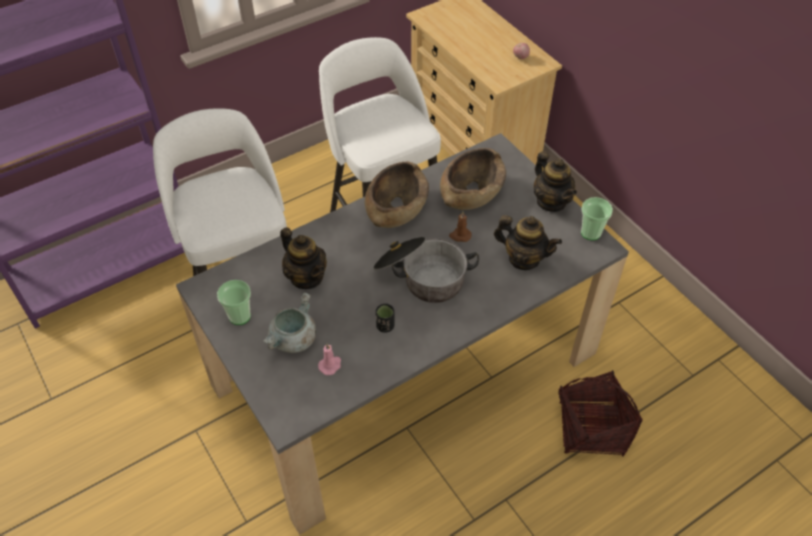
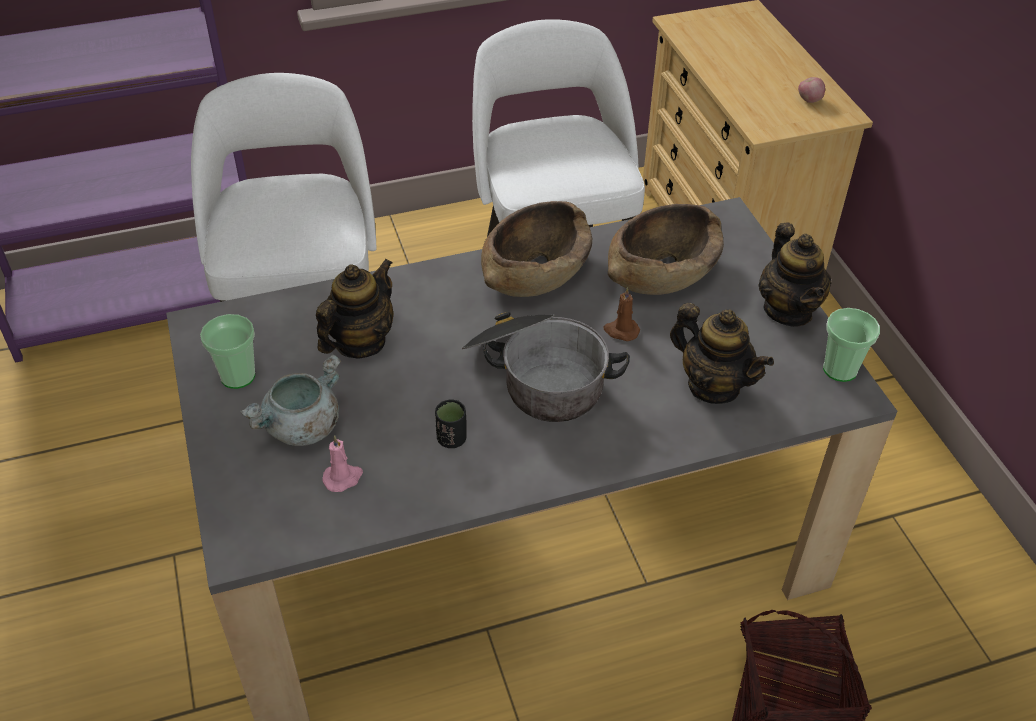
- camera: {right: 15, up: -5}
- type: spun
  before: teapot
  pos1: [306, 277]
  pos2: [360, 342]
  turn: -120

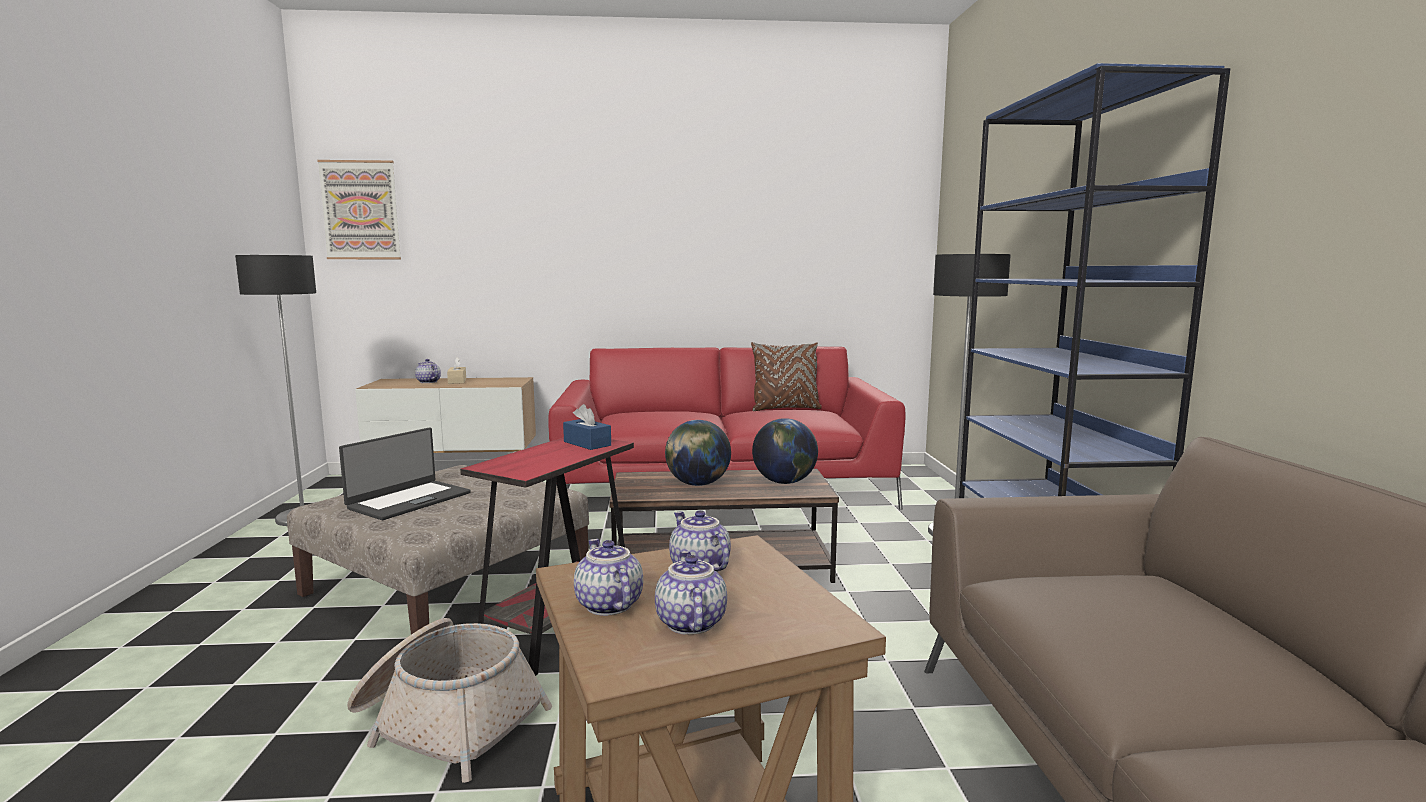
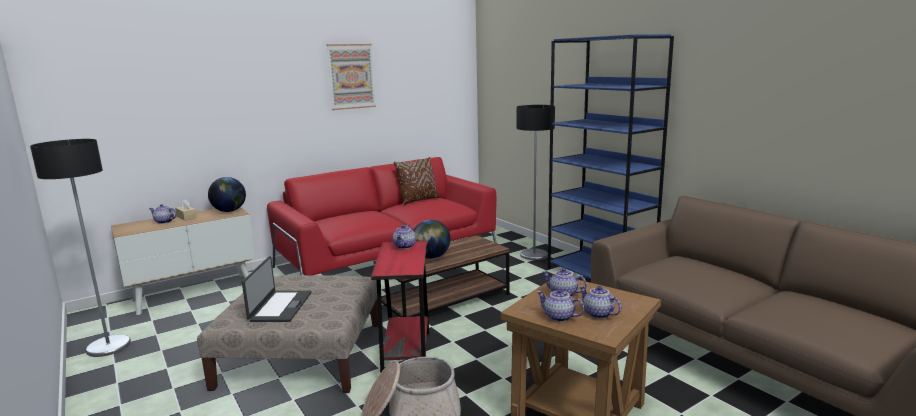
- camera: {right: -30, up: 5}
- type: relocated
  before: picture
  pos1: [360, 210]
  pos2: [351, 76]
- type: exchanged
  before: blue tissue box
  after: teapot
  pos1: [587, 443]
  pos2: [405, 246]
- type: relocated
  before: globe
  pos1: [784, 482]
  pos2: [229, 211]

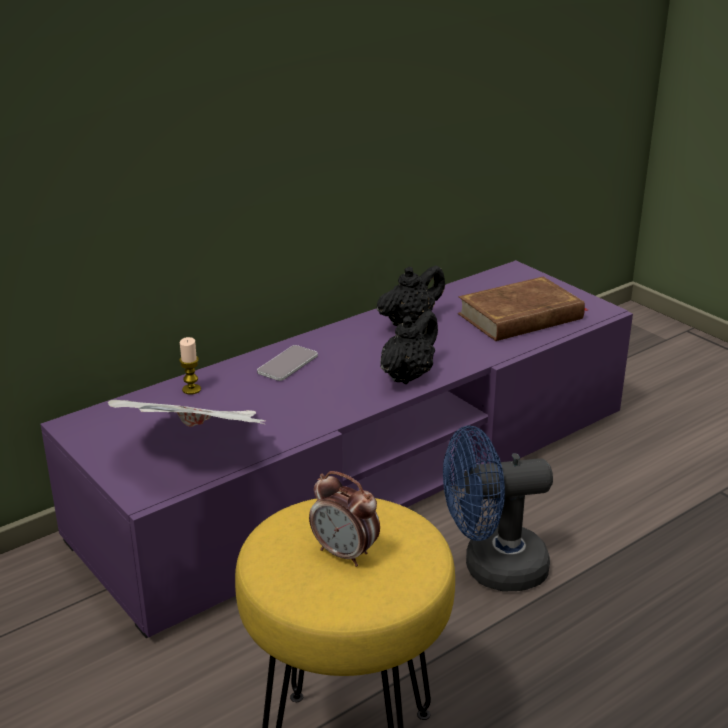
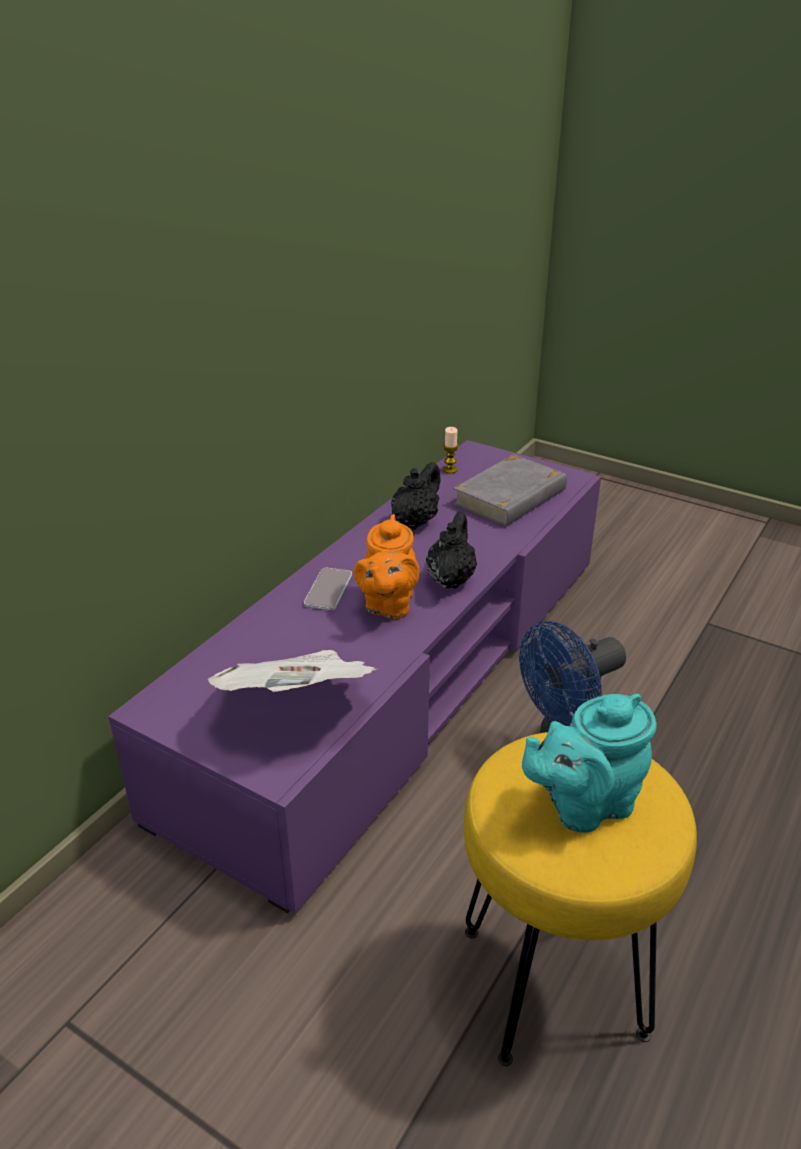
- camera: {right: -20, up: 5}
- type: colour
  before: brown book
  after: grey book
  pos1: [521, 317]
  pos2: [510, 497]
- type: relocated
  before: candle
  pos1: [191, 389]
  pos2: [450, 470]
- type: exchanged
  before: alarm clock
  after: turquoise teapot
  pos1: [345, 554]
  pos2: [583, 805]
- type: appeared
  after: orange teapot
  pos2: [388, 605]

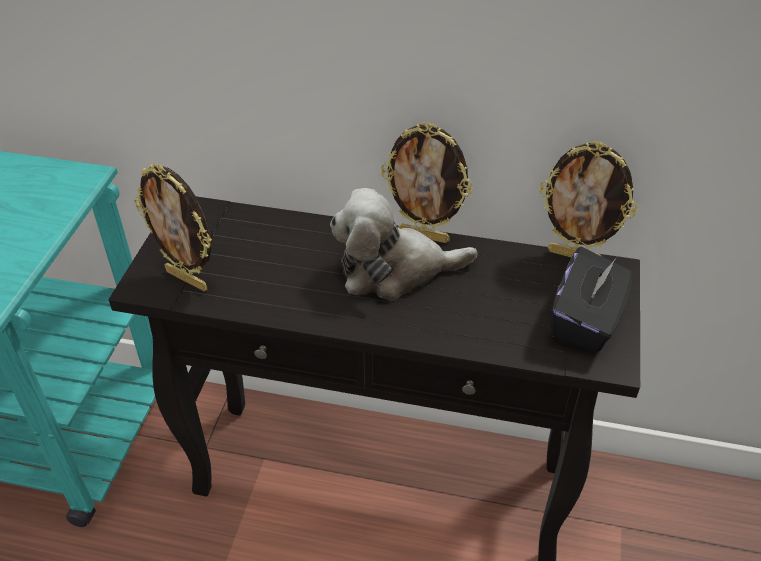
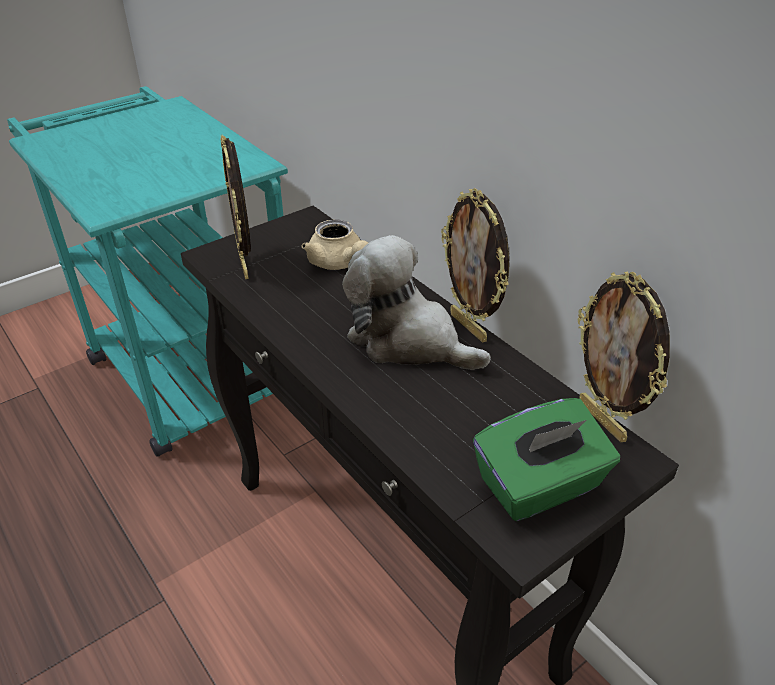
- camera: {right: 40, up: -5}
- type: colour
  before: black tissue box
  after: green tissue box
  pos1: [586, 321]
  pos2: [540, 486]
- type: appeared
  after: beige teapot
  pos2: [339, 263]

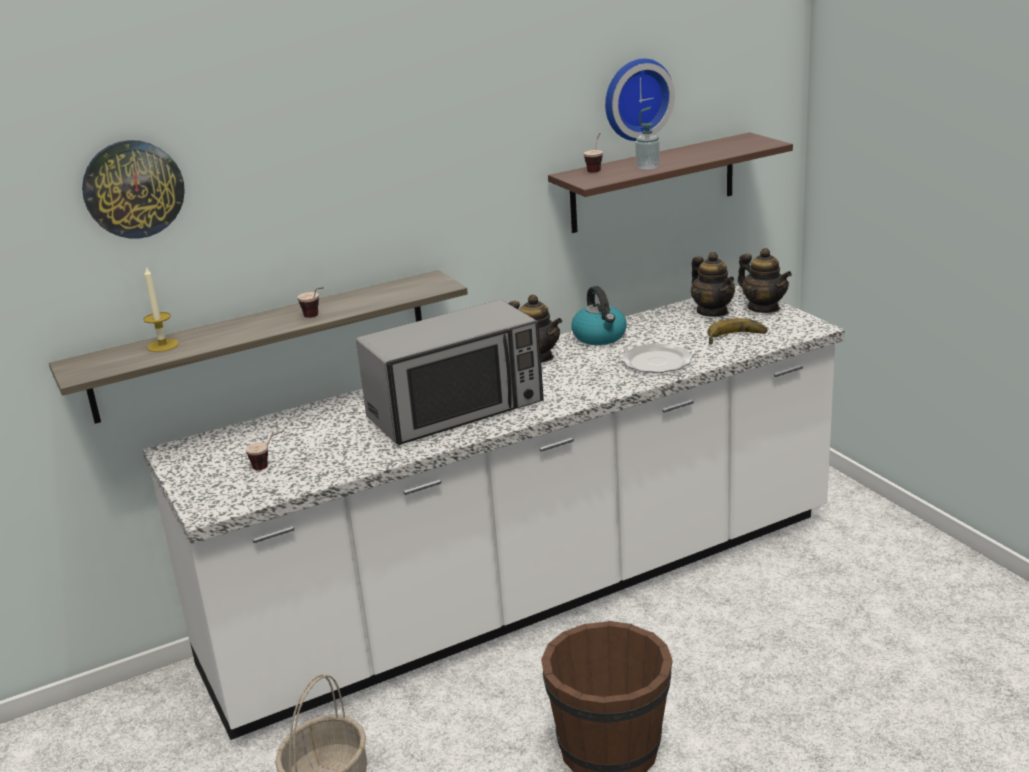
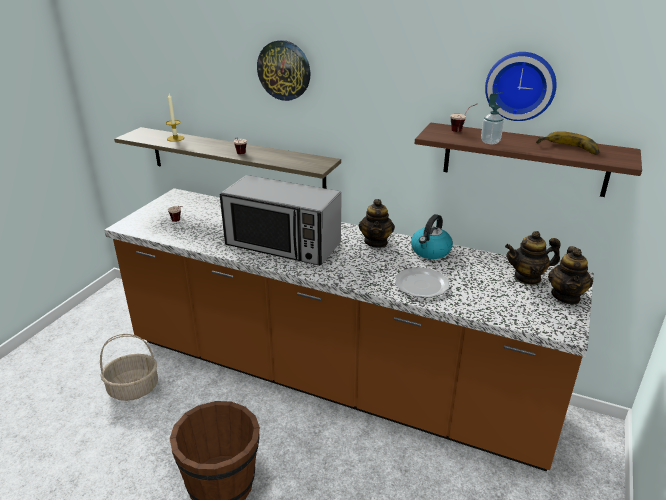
- camera: {right: 50, up: 5}
- type: relocated
  before: wall clock
  pos1: [133, 189]
  pos2: [284, 70]
- type: spun
  before: teapot
  pos1: [712, 312]
  pos2: [527, 277]
  turn: 60
- type: colour
  before: white counter
  after: brown counter
  pos1: [530, 593]
  pos2: [333, 378]
- type: relocated
  before: banana
  pos1: [737, 338]
  pos2: [567, 149]

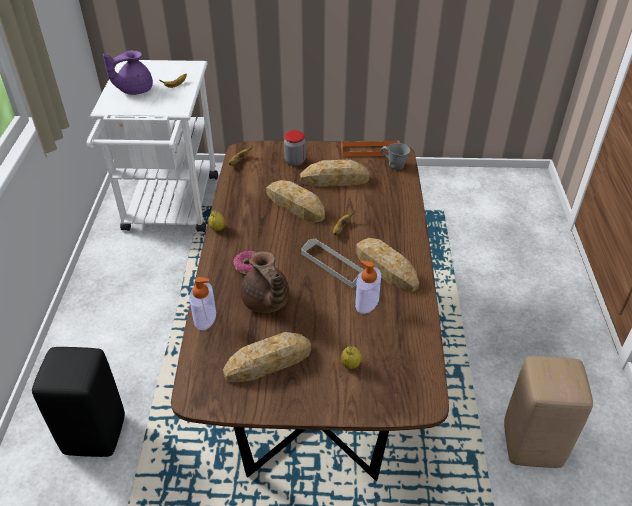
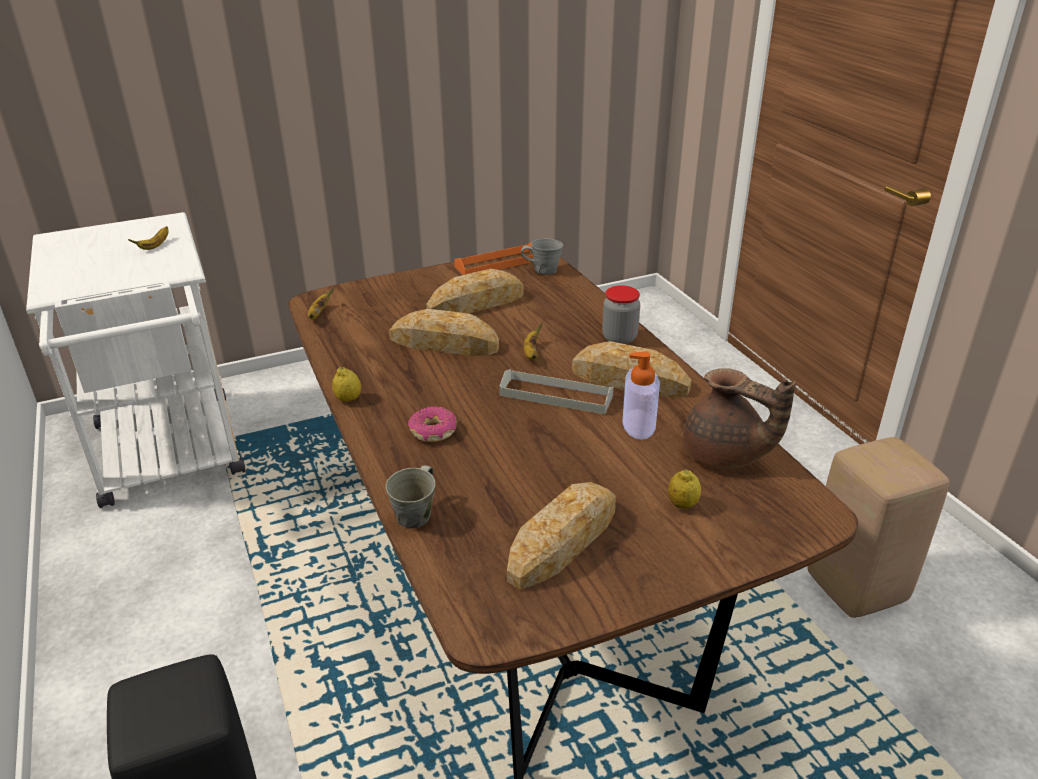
- camera: {right: -25, up: -10}
- type: missing
  before: purple teapot
  pos1: [134, 90]
- type: relocated
  before: jar
  pos1: [295, 161]
  pos2: [619, 338]
- type: relocated
  before: brown teapot
  pos1: [266, 302]
  pos2: [725, 455]
- type: exchanged
  before: soap dispenser
  after: grey mug
  pos1: [205, 317]
  pos2: [415, 515]

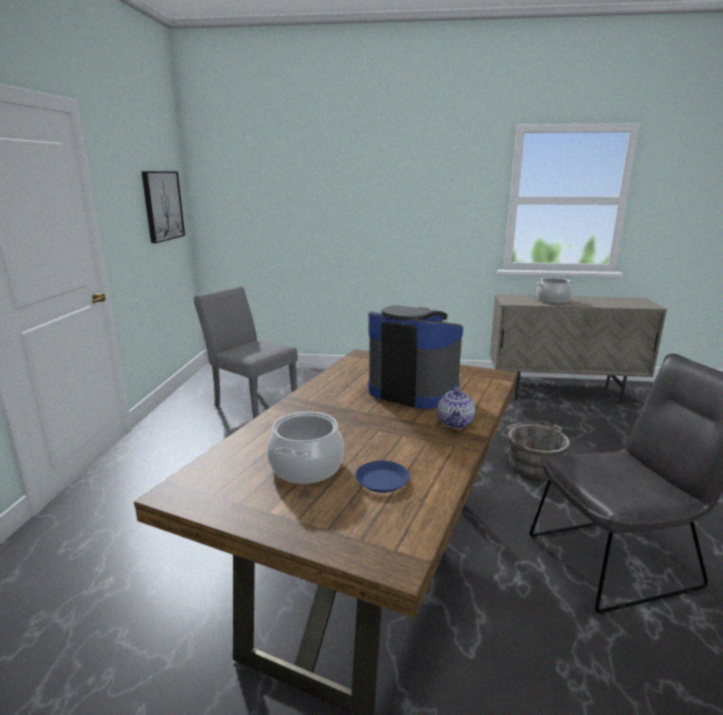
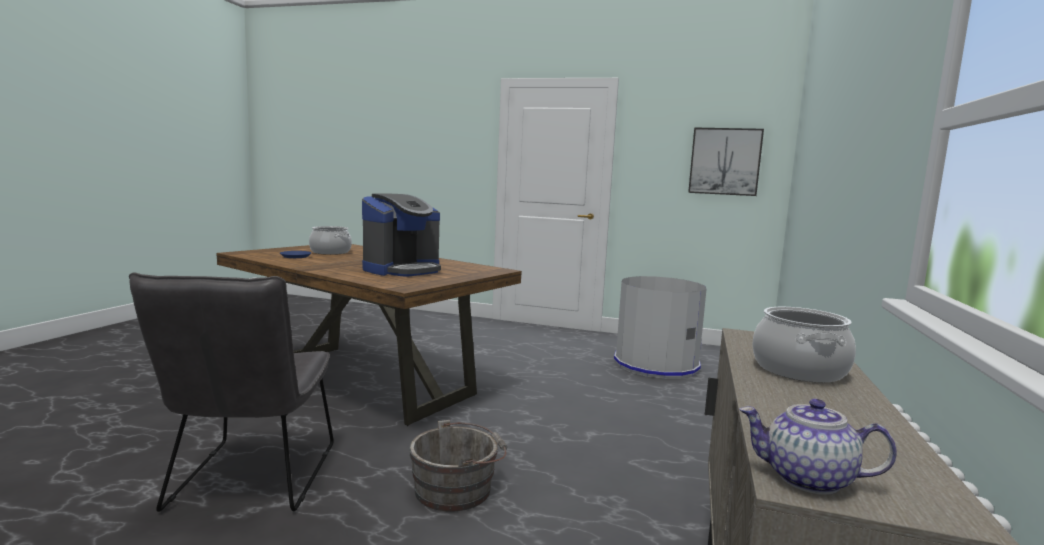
- camera: {right: 100, up: -10}
- type: exchanged
  before: grey chair
  after: grey trash can
  pos1: [251, 403]
  pos2: [656, 364]
- type: relocated
  before: teapot
  pos1: [456, 423]
  pos2: [807, 479]

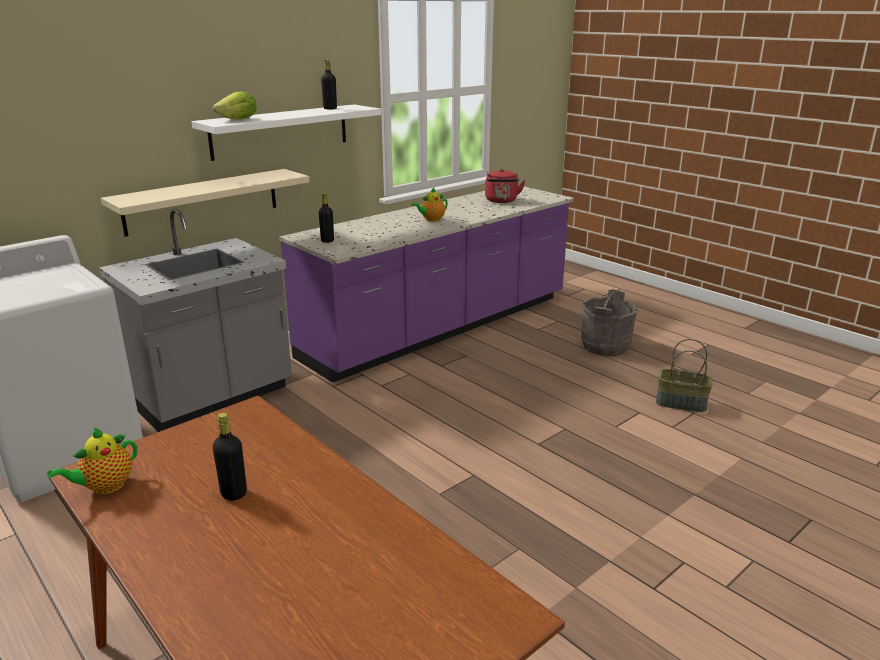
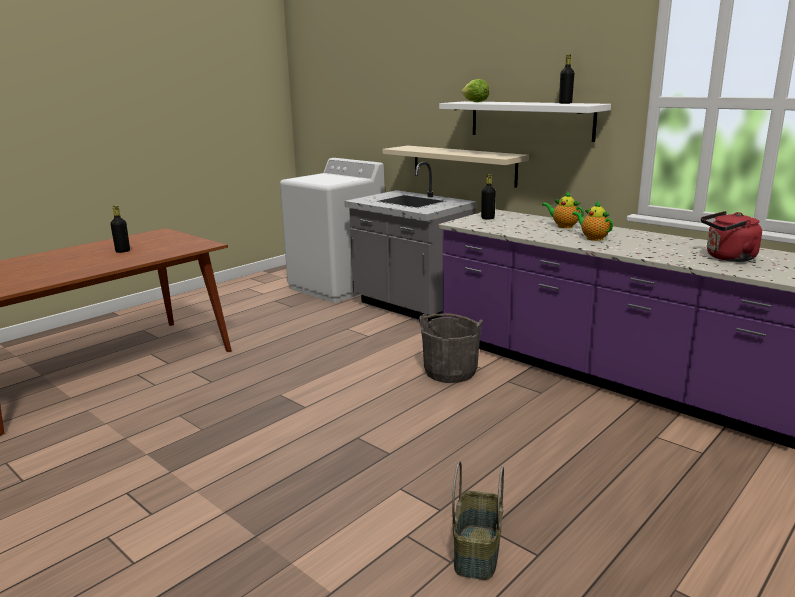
- camera: {right: 85, up: -5}
- type: relocated
  before: grey bucket
  pos1: [605, 346]
  pos2: [450, 372]
- type: relocated
  before: teapot
  pos1: [105, 487]
  pos2: [563, 226]

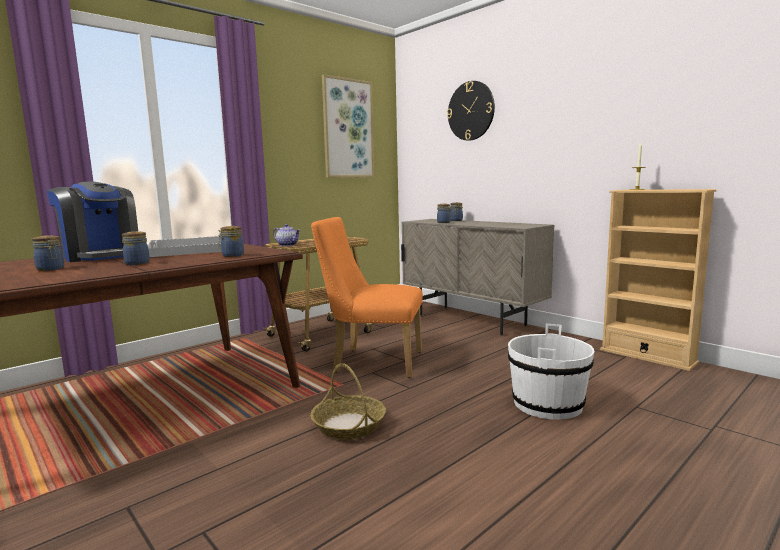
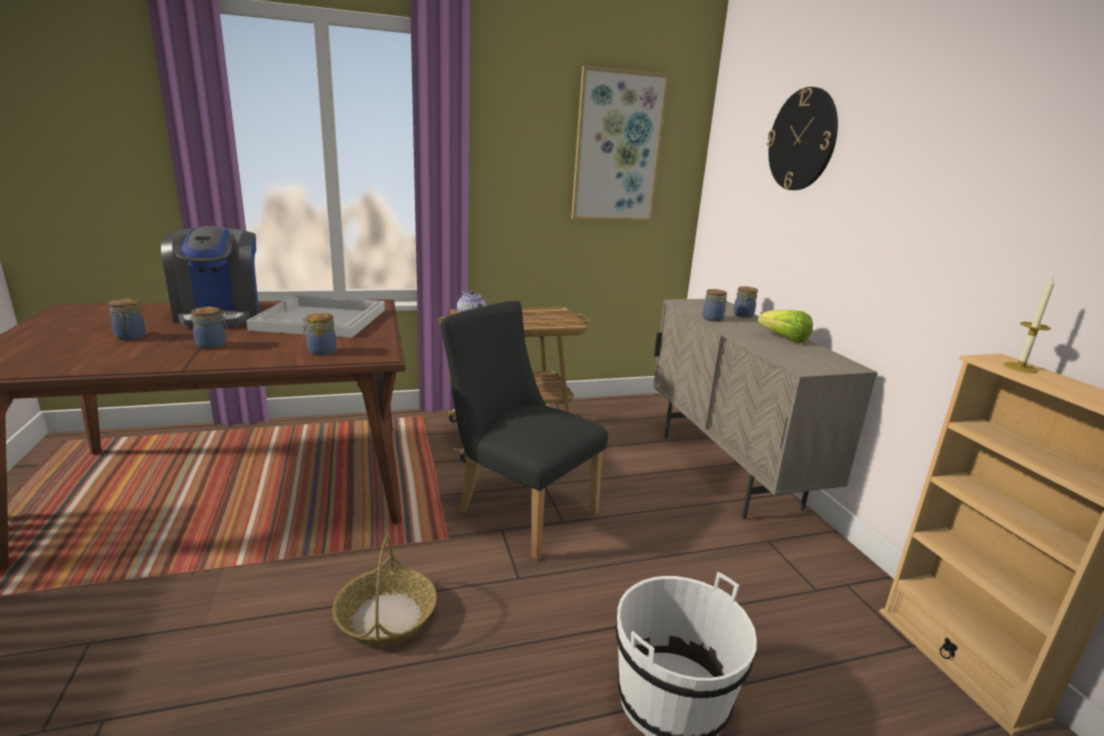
- camera: {right: 25, up: 10}
- type: colour
  before: orange chair
  after: black chair
  pos1: [371, 362]
  pos2: [518, 509]
- type: appeared
  after: lettuce
  pos2: [784, 339]

